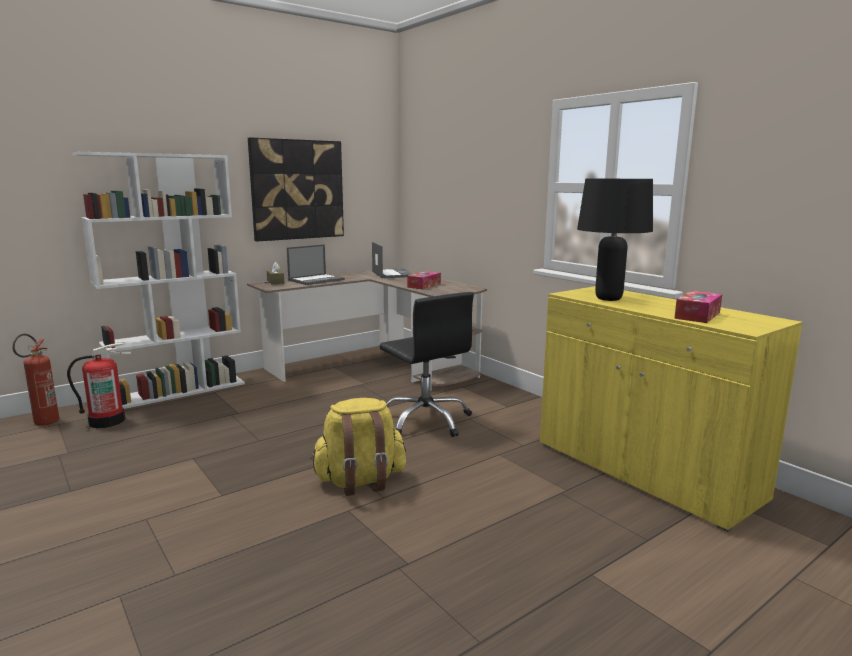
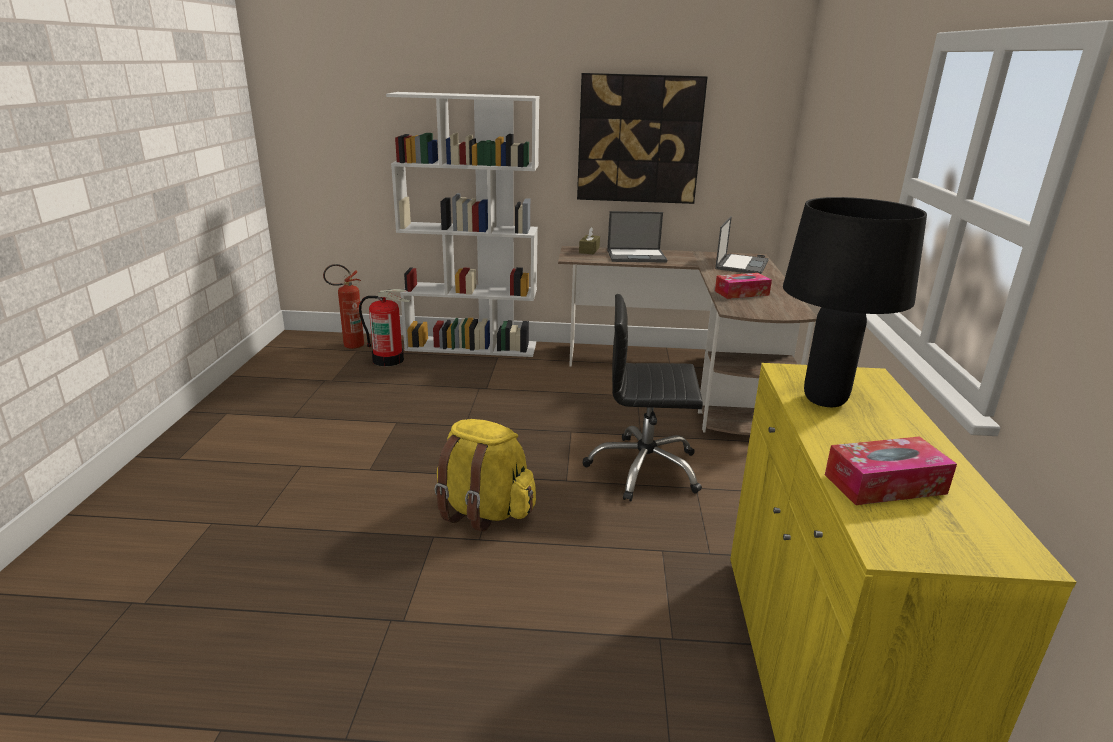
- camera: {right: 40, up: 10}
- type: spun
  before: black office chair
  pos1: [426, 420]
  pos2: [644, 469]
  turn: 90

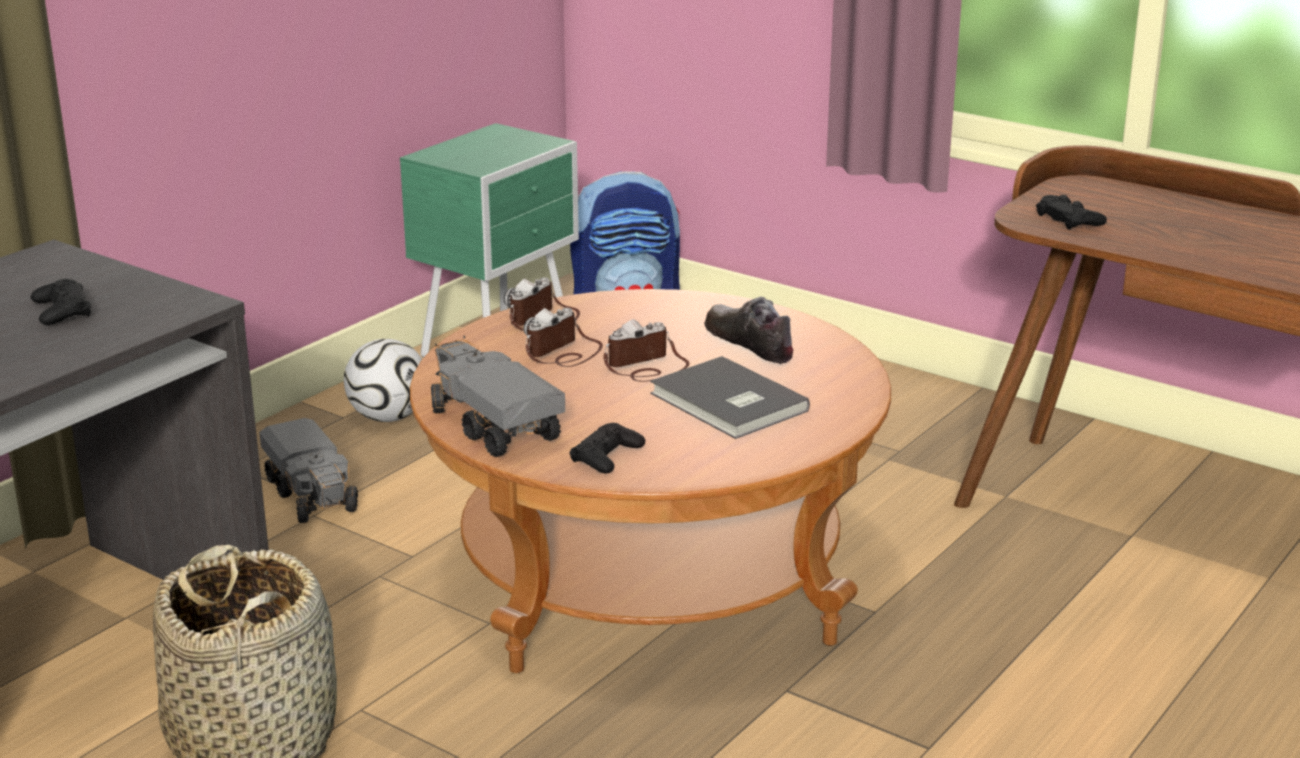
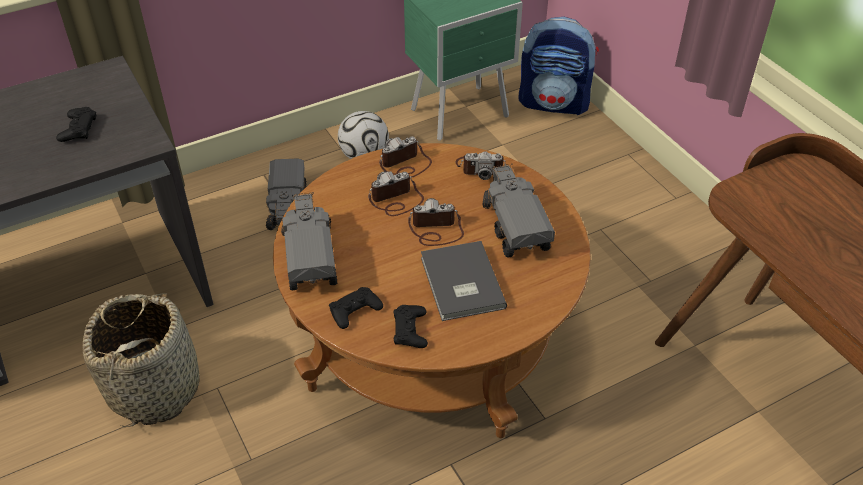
- camera: {right: 25, up: 20}
- type: relocated
  before: black game controller
  pos1: [1069, 219]
  pos2: [410, 330]
- type: exchanged
  before: shoe
  after: toy truck
  pos1: [748, 343]
  pos2: [514, 227]
- type: appeared
  after: photo camera
  pos2: [481, 167]

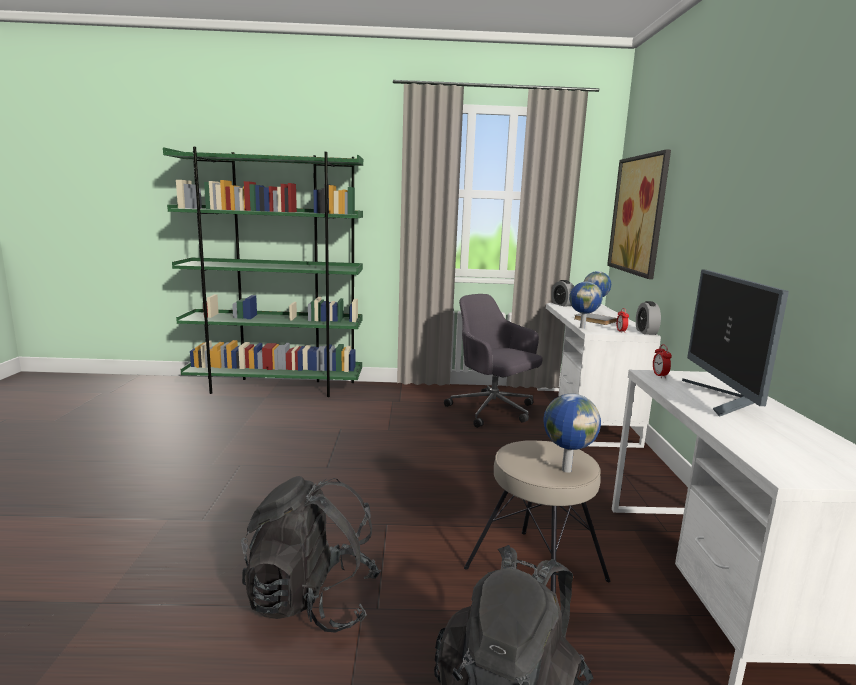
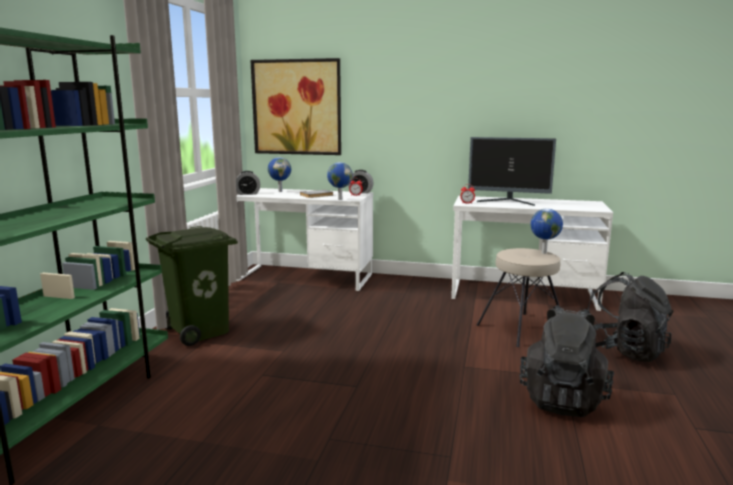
- camera: {right: -75, up: 0}
- type: missing
  before: grey office chair
  pos1: [493, 410]
- type: appeared
  after: green trash can
  pos2: [200, 331]

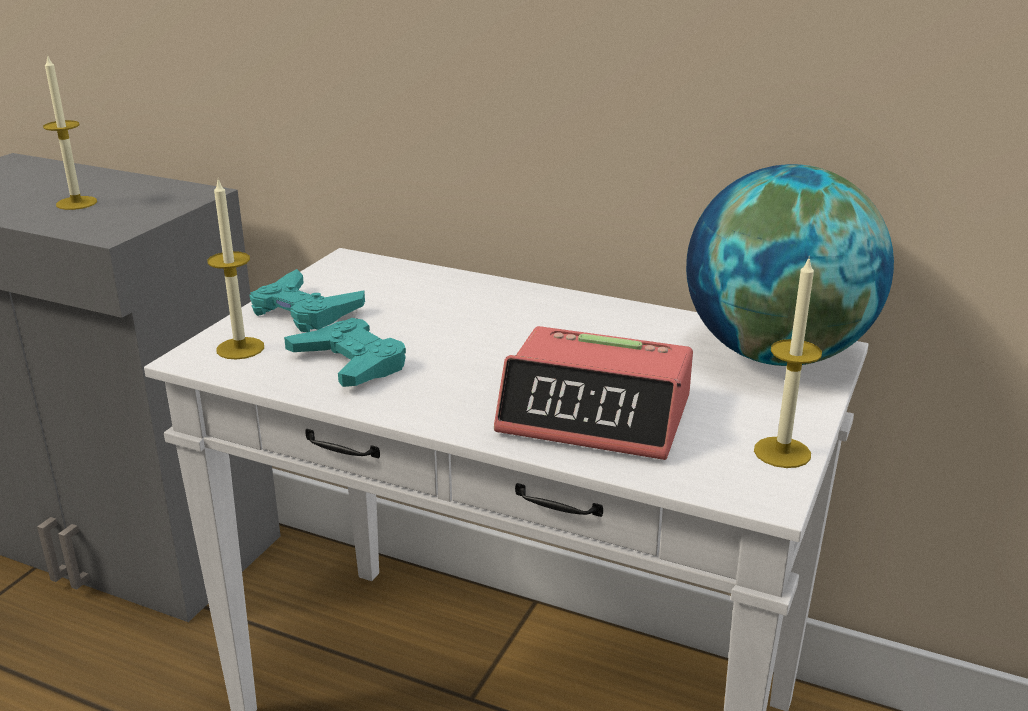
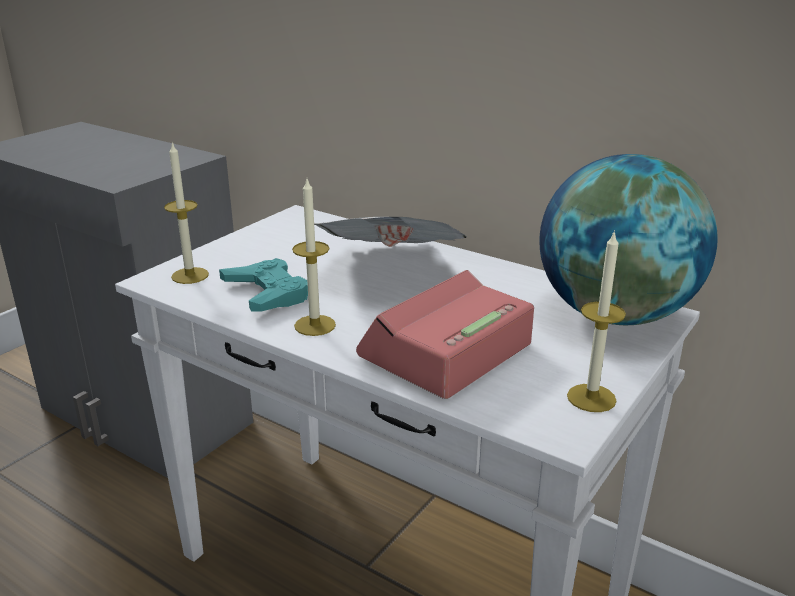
- camera: {right: 10, up: 0}
- type: relocated
  before: candle
  pos1: [76, 203]
  pos2: [315, 325]
- type: missing
  before: turquoise game controller
  pos1: [304, 311]
- type: spun
  before: alarm clock
  pos1: [596, 414]
  pos2: [445, 351]
  turn: 105
- type: appeared
  after: newspaper
  pos2: [392, 270]

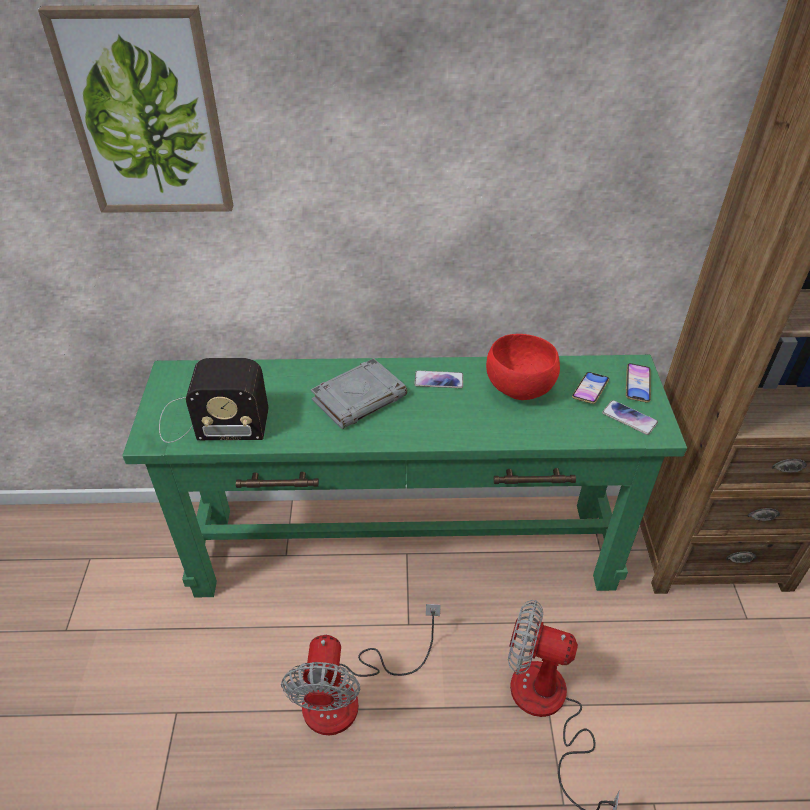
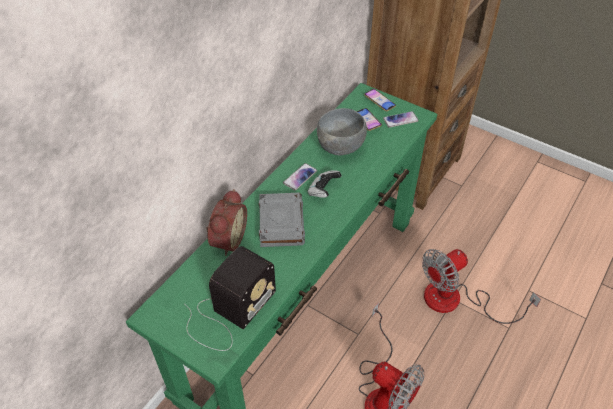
- camera: {right: -55, up: 5}
- type: missing
  before: picture
  pos1: [146, 115]
- type: colour
  before: red bowl
  after: grey bowl
  pos1: [519, 390]
  pos2: [341, 148]
- type: appeared
  after: game controller
  pos2: [323, 190]
- type: appeared
  after: alarm clock
  pos2: [227, 239]

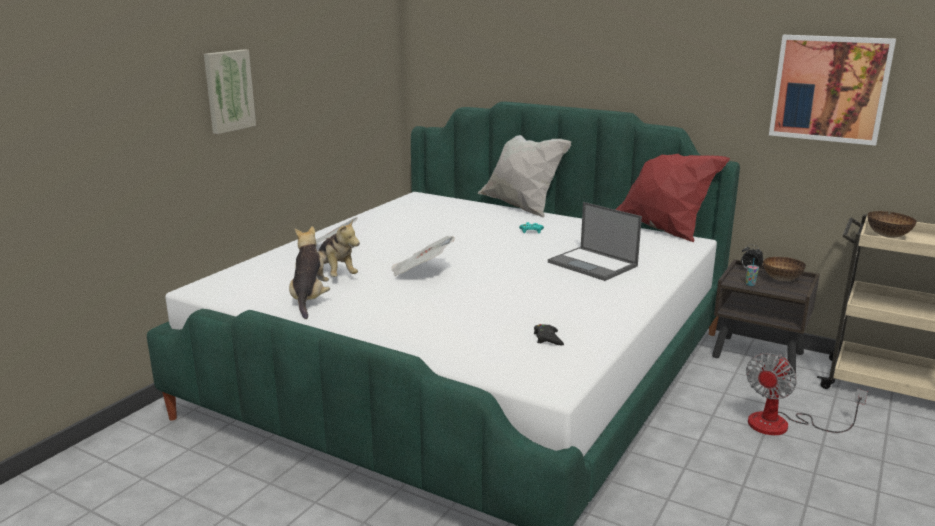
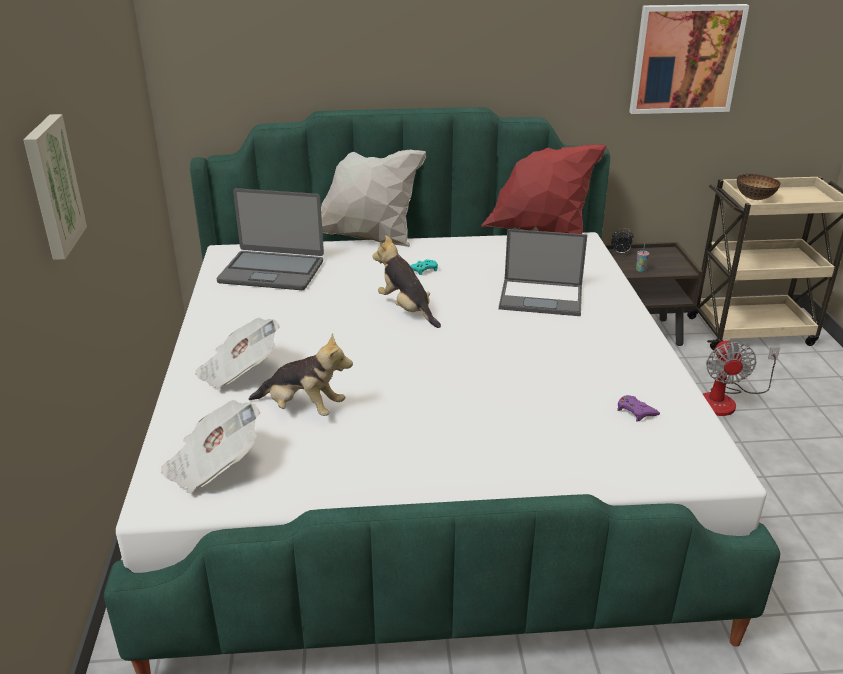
- camera: {right: -35, up: 10}
- type: relocated
  before: plush toy
  pos1: [309, 299]
  pos2: [406, 309]
- type: relocated
  before: newspaper
  pos1: [421, 272]
  pos2: [213, 466]
- type: missing
  before: bowl
  pos1: [782, 279]
- type: colour
  before: black game controller
  after: purple game controller
  pos1: [547, 338]
  pos2: [635, 411]
- type: appeared
  after: laptop
  pos2: [272, 271]

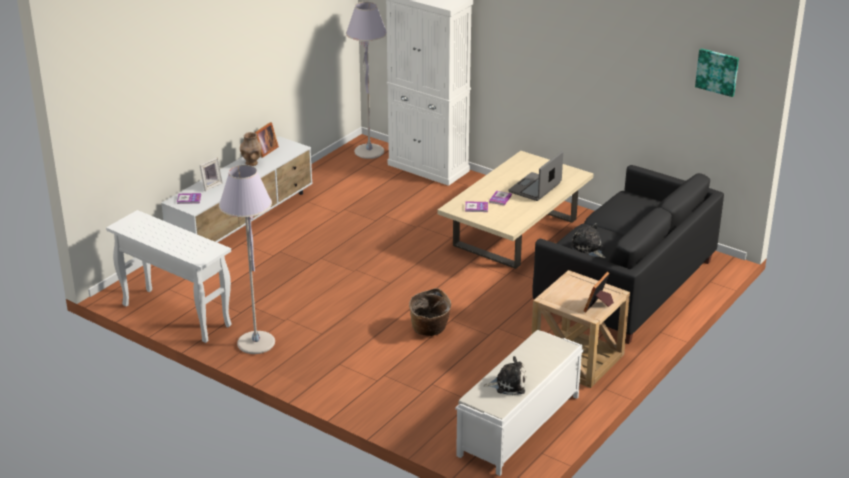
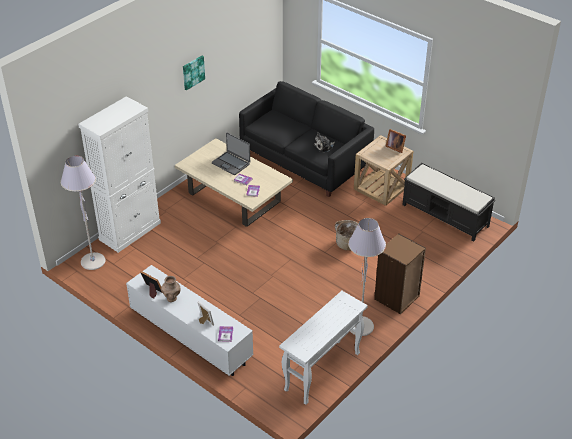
- camera: {right: -85, up: 10}
- type: relocated
  before: picture
  pos1: [717, 71]
  pos2: [193, 72]
- type: colour
  before: white bench
  after: black bench
  pos1: [518, 426]
  pos2: [445, 216]
- type: missing
  before: plush toy
  pos1: [508, 384]
- type: appeared
  after: brown bookcase
  pos2: [397, 298]

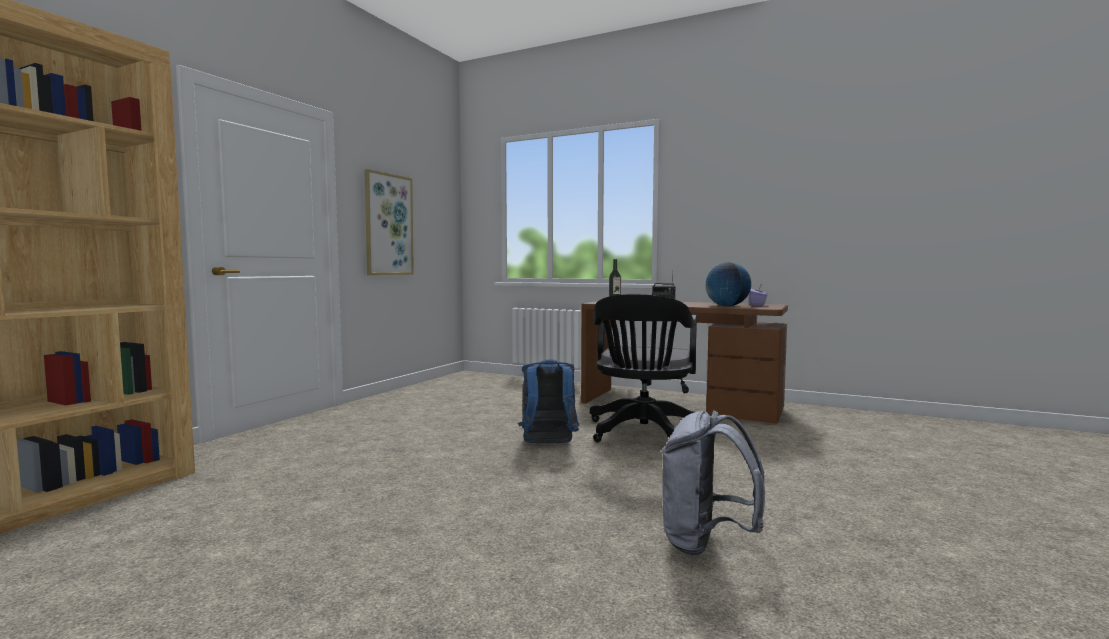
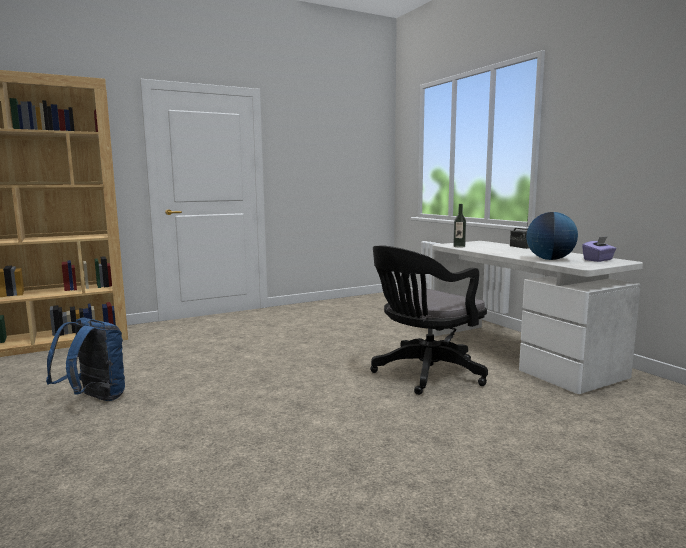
- camera: {right: 35, up: 5}
- type: missing
  before: picture
  pos1: [388, 224]
- type: colour
  before: brown desk
  after: white desk
  pos1: [680, 405]
  pos2: [518, 354]
- type: relocated
  before: blue backpack
  pos1: [548, 444]
  pos2: [94, 399]
- type: missing
  before: grey backpack
  pos1: [706, 543]

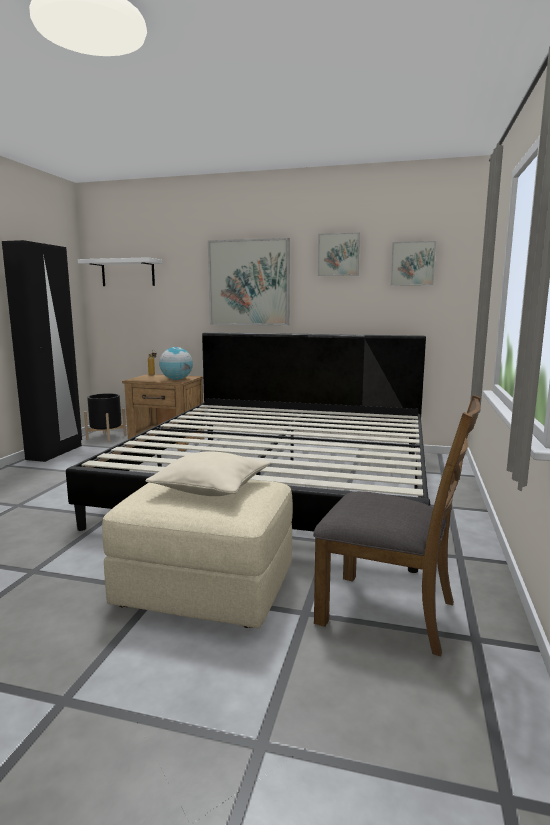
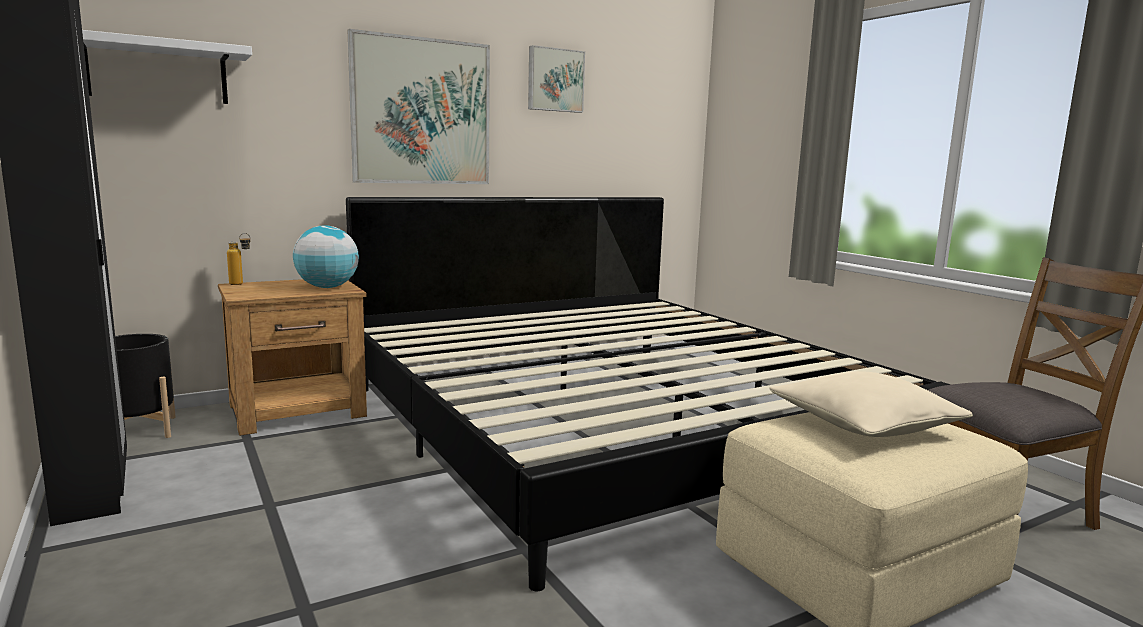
- camera: {right: -45, up: 0}
- type: missing
  before: picture
  pos1: [412, 263]

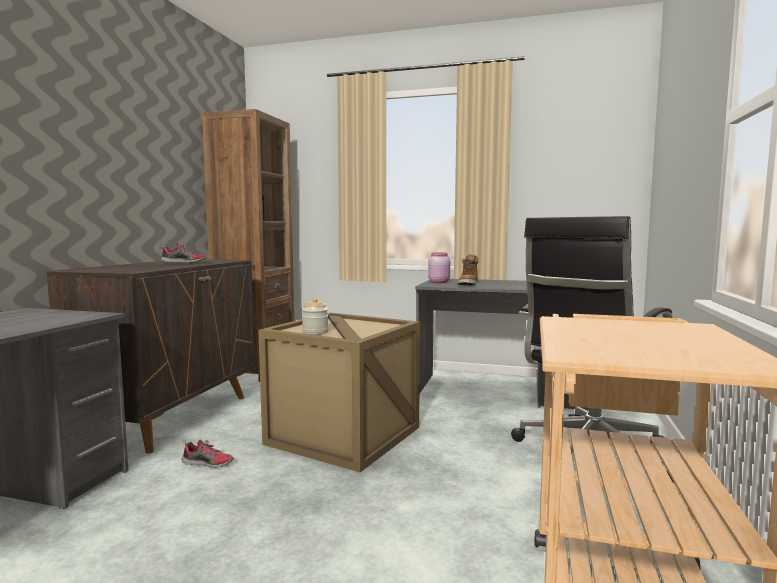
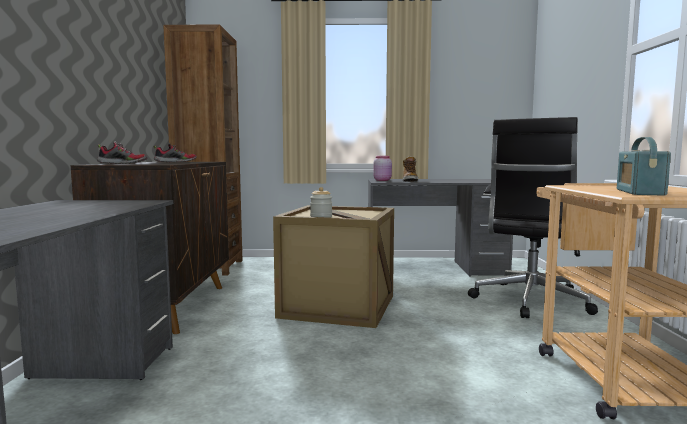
- camera: {right: -15, up: 0}
- type: relocated
  before: shoe
  pos1: [208, 463]
  pos2: [123, 163]
- type: appeared
  after: radio
  pos2: [639, 192]

